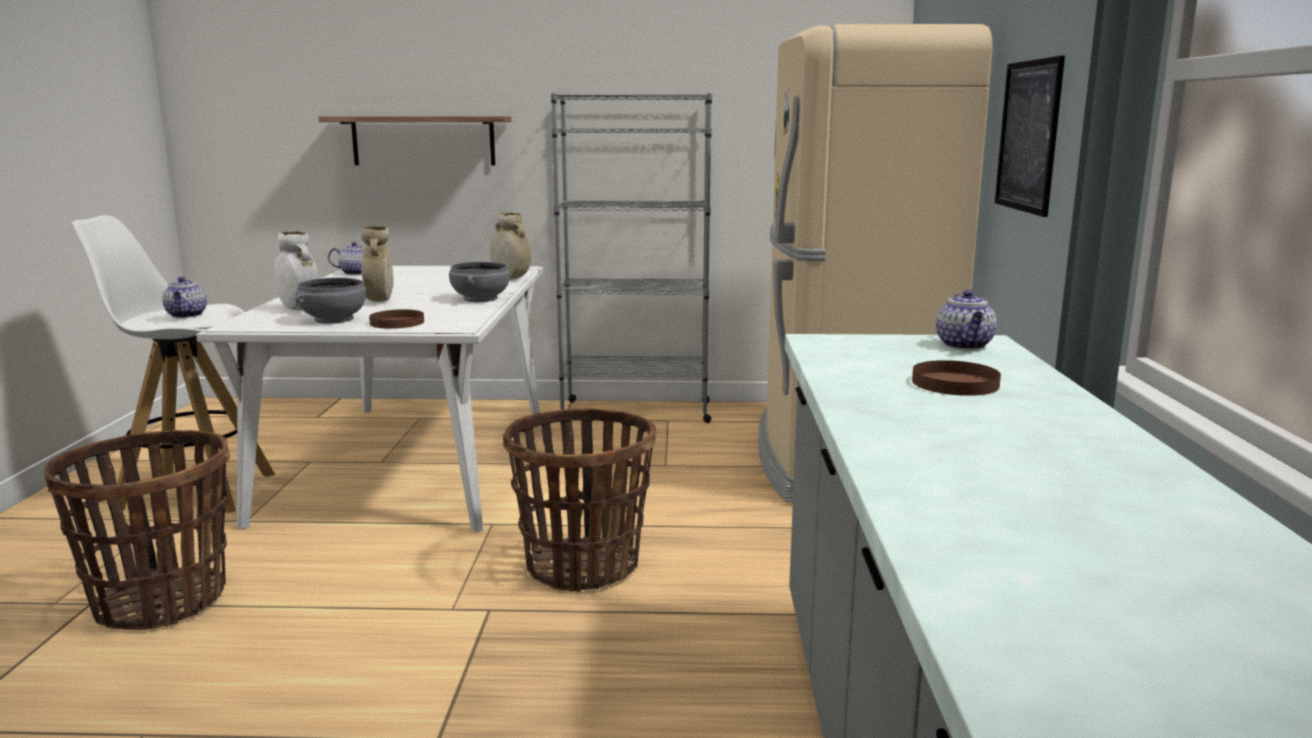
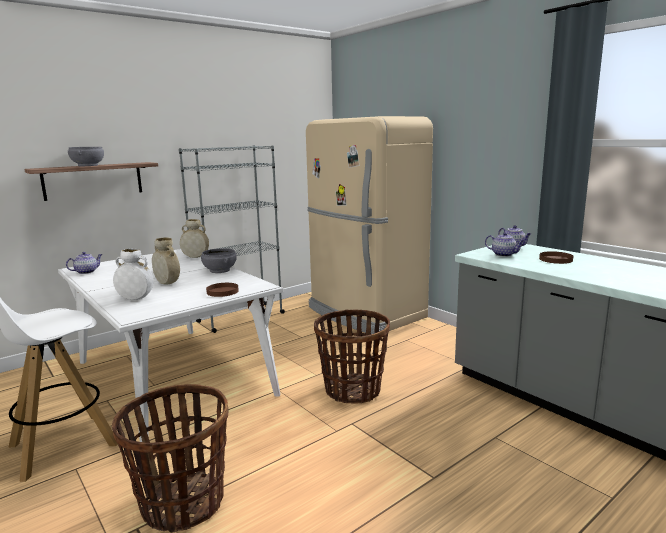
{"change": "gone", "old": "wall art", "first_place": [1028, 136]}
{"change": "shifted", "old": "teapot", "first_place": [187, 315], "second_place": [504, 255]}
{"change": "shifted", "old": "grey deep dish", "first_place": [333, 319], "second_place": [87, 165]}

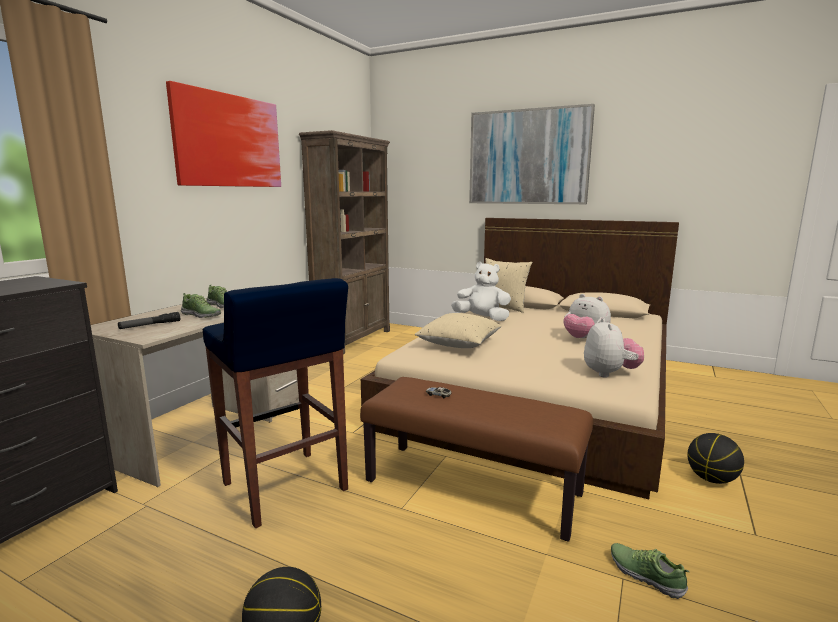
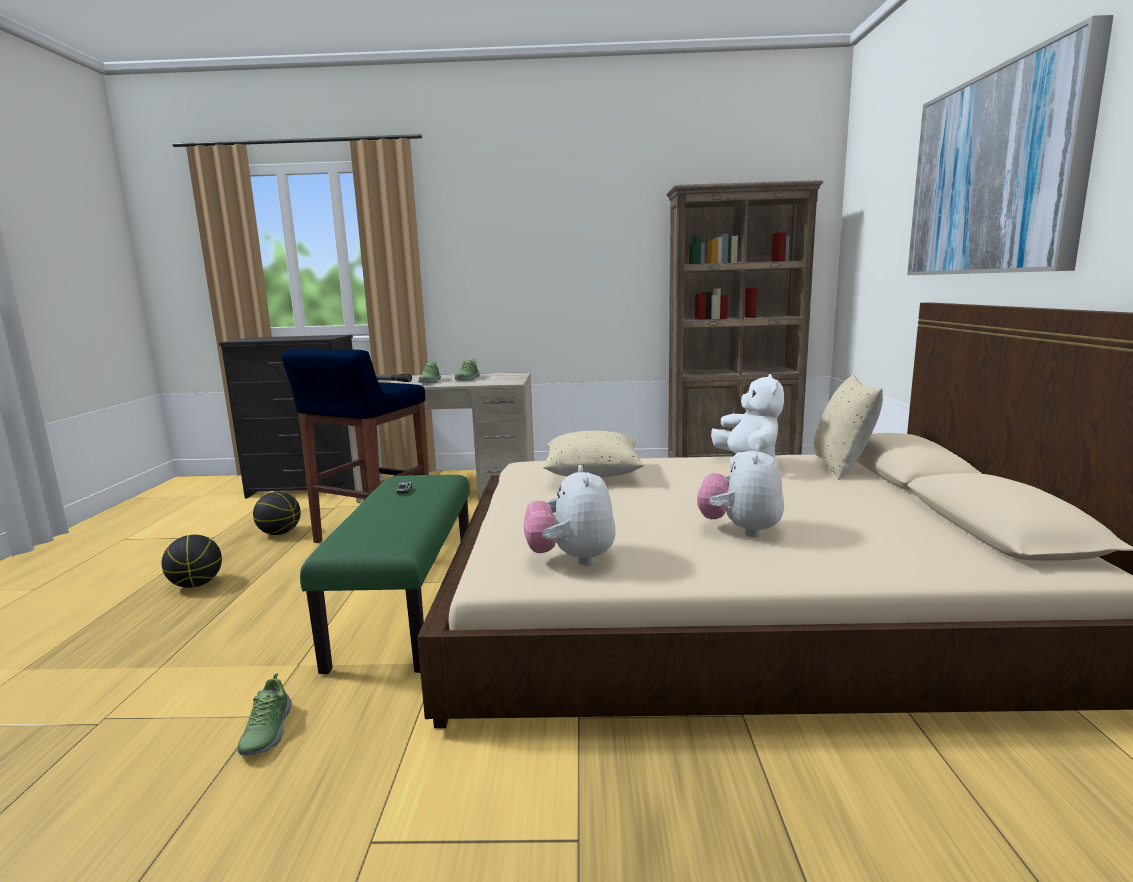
{"change": "gone", "old": "wall art", "first_place": [229, 141]}
{"change": "shifted", "old": "basketball ball", "first_place": [711, 479], "second_place": [280, 533]}
{"change": "repainted", "old": "brown bench", "new": "greenish bench", "first_place": [473, 487], "second_place": [409, 607]}
{"change": "rotated", "old": "soft toy", "first_place": [609, 374], "second_place": [572, 559], "degrees": 105}
{"change": "rotated", "old": "item of footwear", "first_place": [646, 575], "second_place": [266, 732], "degrees": 150}

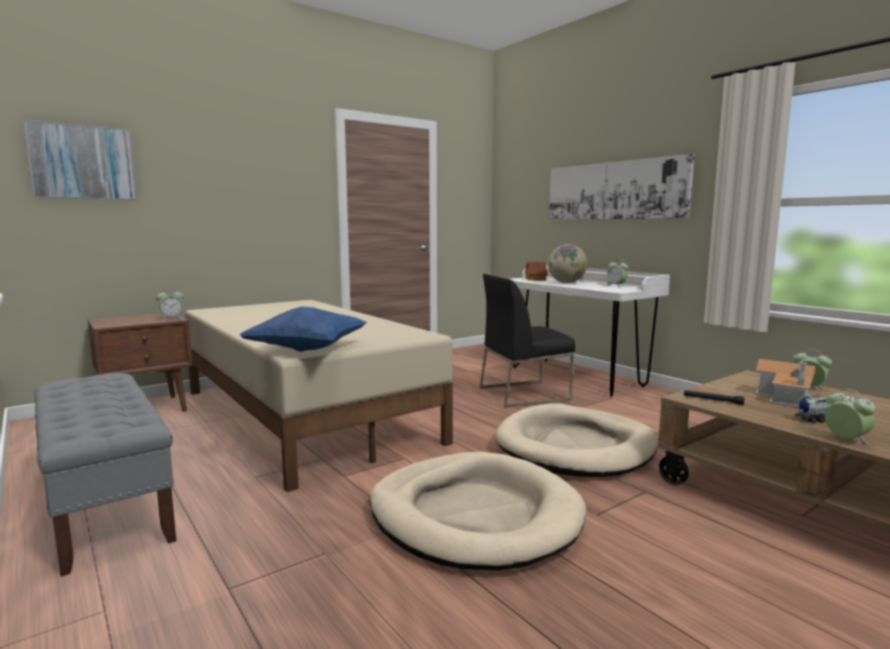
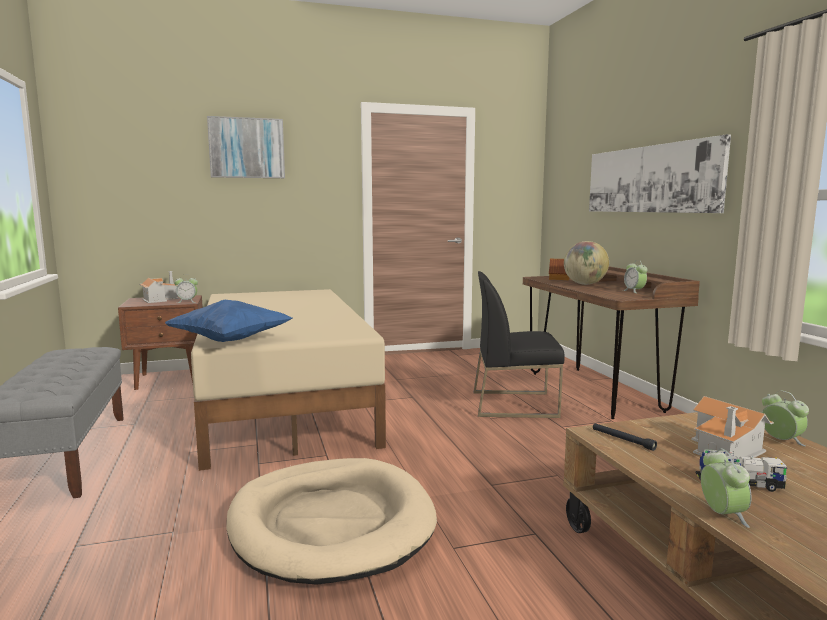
{"change": "gone", "old": "sand-coloured dog bed", "first_place": [575, 447]}
{"change": "new", "new": "toy house", "second_place": [159, 299]}
{"change": "shifted", "old": "wall art", "first_place": [82, 162], "second_place": [247, 148]}
{"change": "repainted", "old": "whitish desk table", "new": "brown desk table", "first_place": [575, 376], "second_place": [594, 391]}

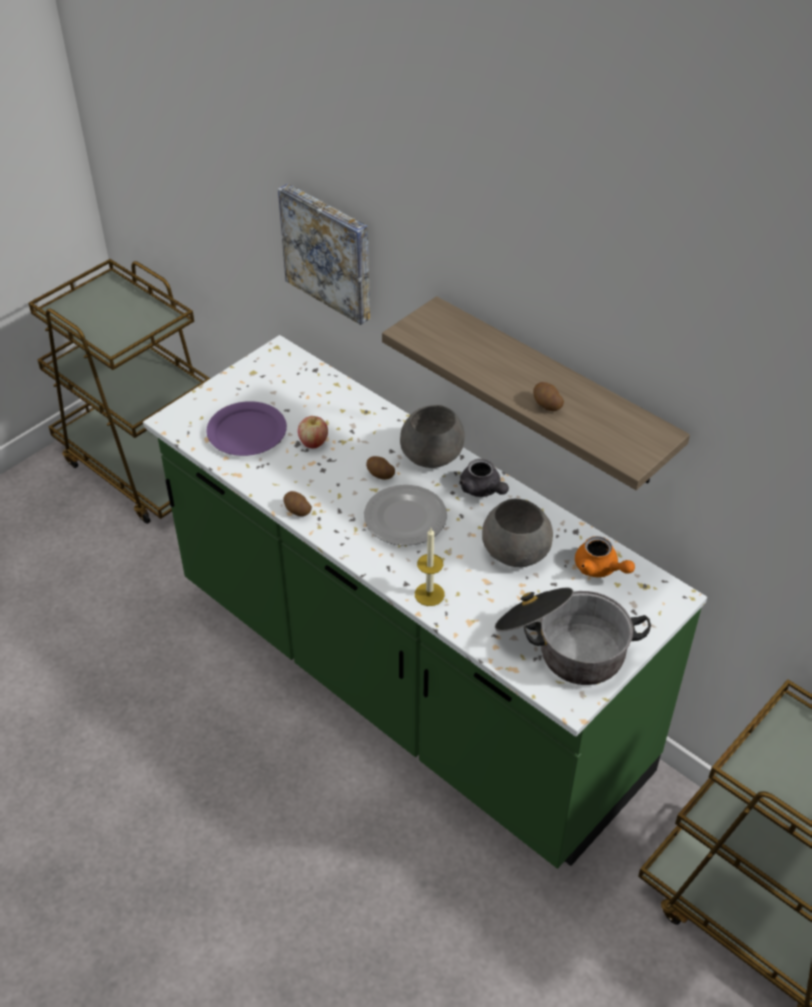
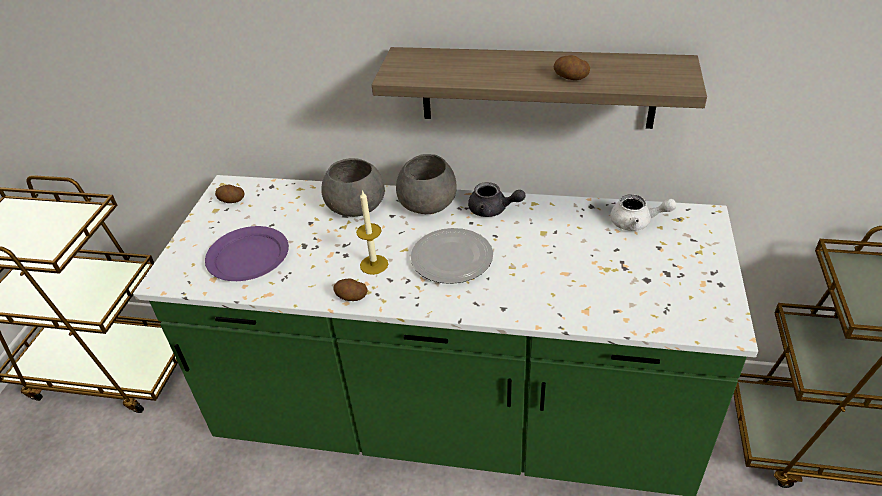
{"change": "gone", "old": "wall art", "first_place": [329, 251]}
{"change": "gone", "old": "apple fruit", "first_place": [313, 443]}
{"change": "gone", "old": "cooking pot", "first_place": [564, 645]}
{"change": "shifted", "old": "whole potato", "first_place": [379, 474], "second_place": [231, 201]}
{"change": "shifted", "old": "wax light", "first_place": [429, 594], "second_place": [374, 264]}
{"change": "shifted", "old": "grey deep dish", "first_place": [517, 551], "second_place": [357, 206]}
{"change": "repainted", "old": "orange teapot", "new": "whitish teapot", "first_place": [600, 569], "second_place": [636, 223]}

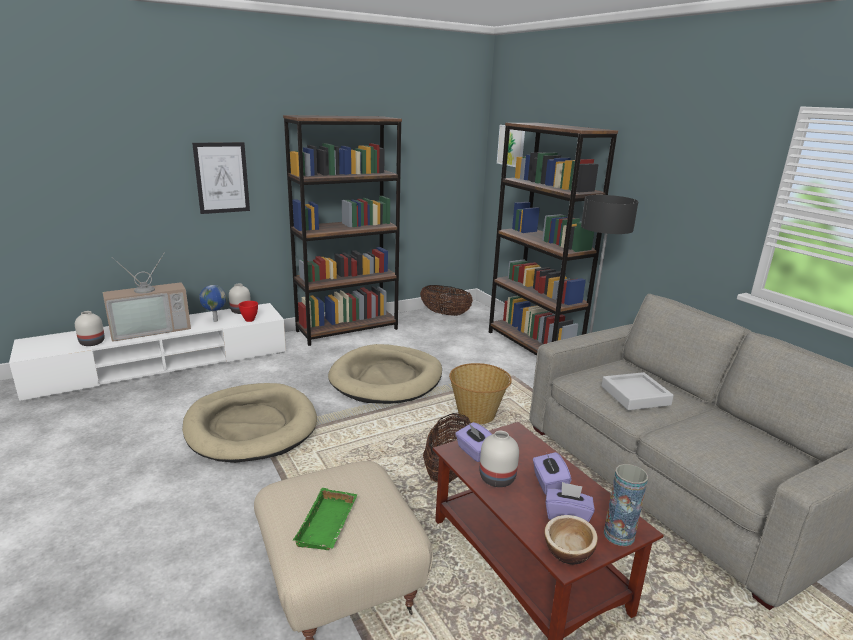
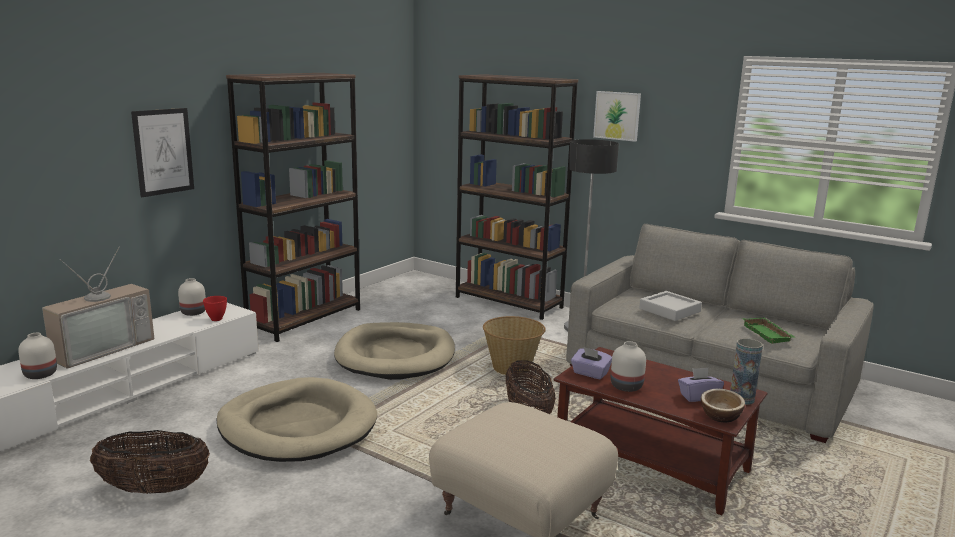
{"change": "gone", "old": "world globe", "first_place": [215, 321]}
{"change": "gone", "old": "purplish box of tissues", "first_place": [548, 484]}
{"change": "shifted", "old": "greenish serving tray", "first_place": [328, 525], "second_place": [768, 334]}
{"change": "shifted", "old": "household basket", "first_place": [445, 314], "second_place": [154, 489]}
{"change": "shifted", "old": "wall art", "first_place": [511, 146], "second_place": [617, 115]}

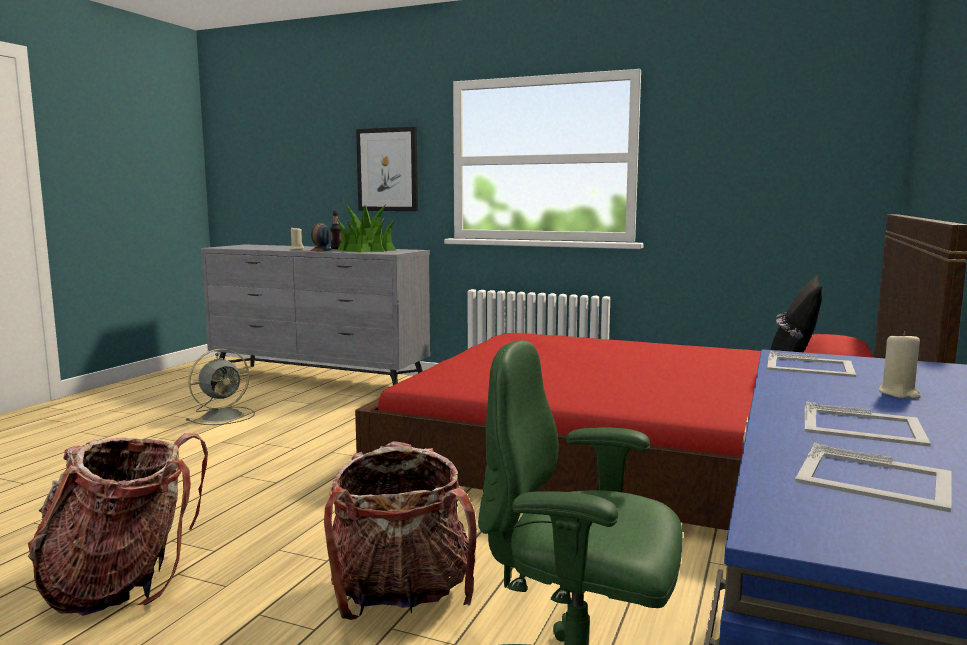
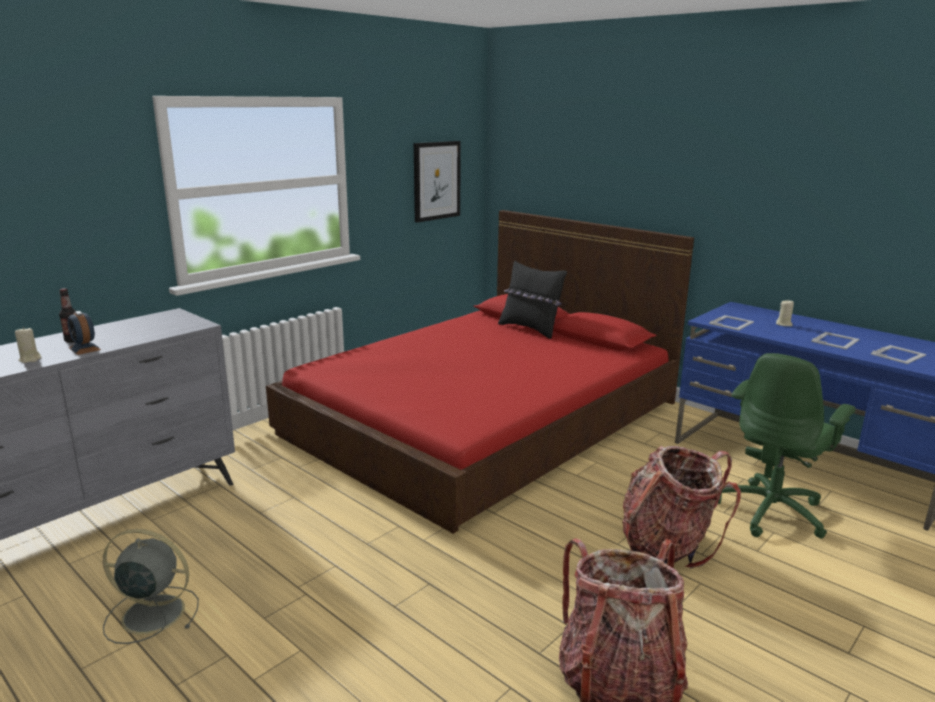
{"change": "gone", "old": "plant in a pot", "first_place": [367, 250]}
{"change": "shifted", "old": "wall art", "first_place": [387, 170], "second_place": [436, 180]}
{"change": "rotated", "old": "grey electric fan", "first_place": [224, 416], "second_place": [151, 614], "degrees": -60}

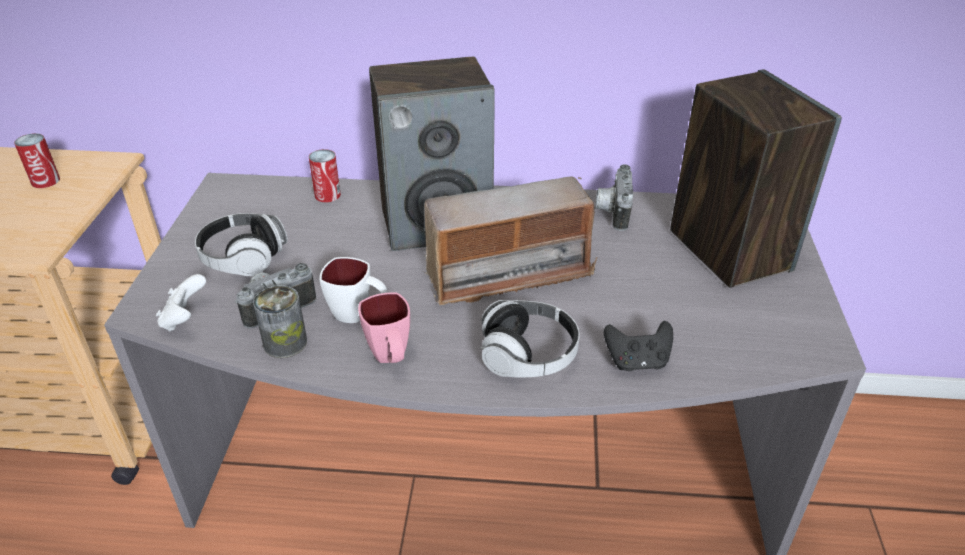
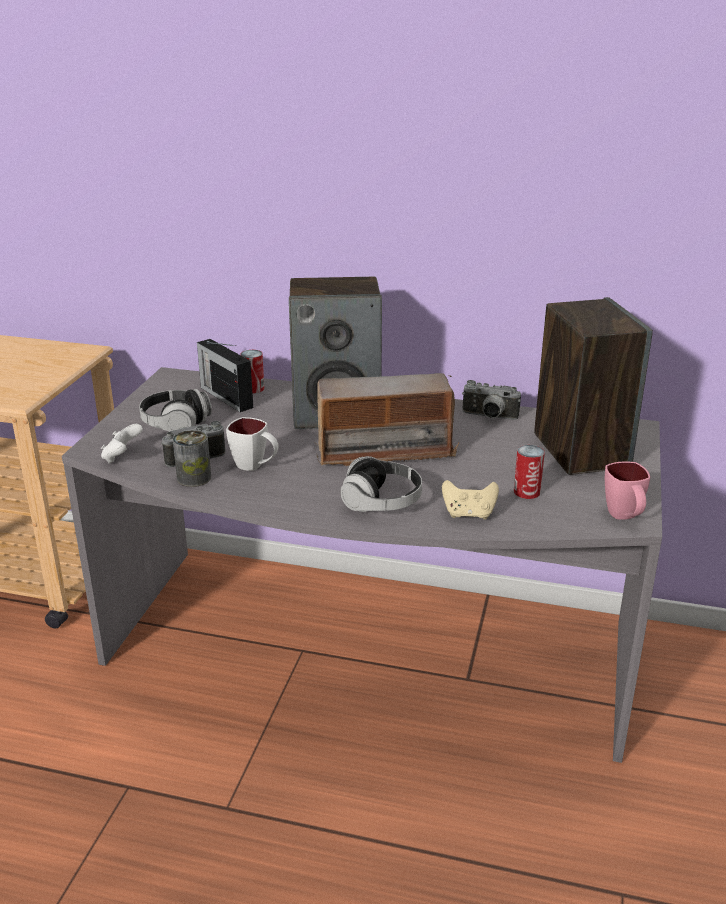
{"change": "new", "new": "radio", "second_place": [226, 397]}
{"change": "shifted", "old": "sealed can", "first_place": [45, 181], "second_place": [527, 492]}
{"change": "shifted", "old": "pink-coloured tea mug", "first_place": [391, 359], "second_place": [624, 517]}
{"change": "repainted", "old": "black-coloured joypad", "new": "sand-coloured joypad", "first_place": [637, 362], "second_place": [469, 514]}
{"change": "rotated", "old": "still camera", "first_place": [611, 212], "second_place": [489, 417], "degrees": -90}

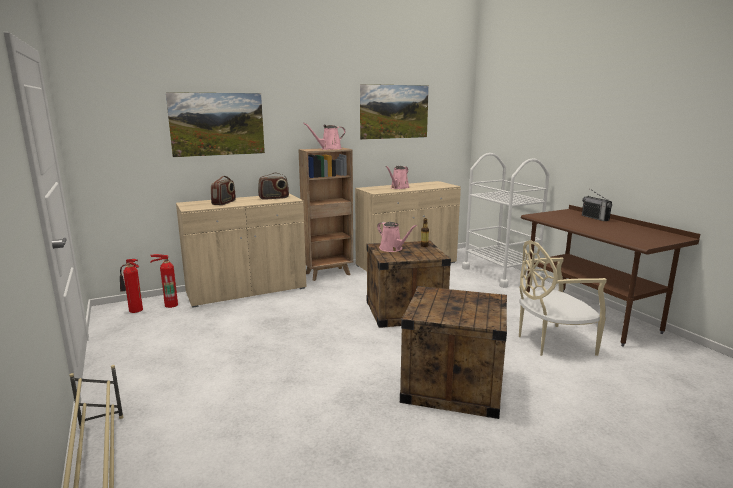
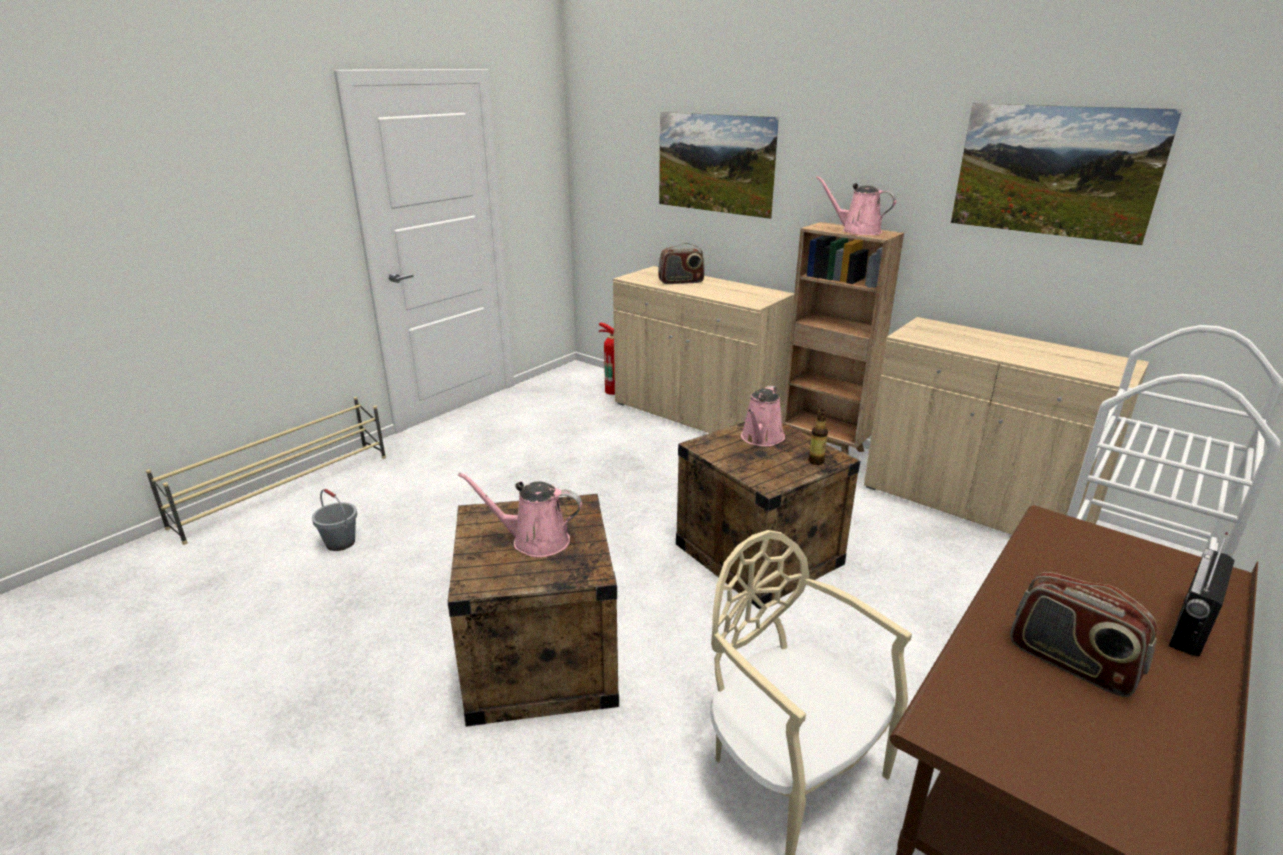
{"change": "gone", "old": "extinguisher", "first_place": [135, 311]}
{"change": "new", "new": "grey water bucket", "second_place": [340, 543]}
{"change": "shifted", "old": "radio", "first_place": [274, 198], "second_place": [1071, 663]}
{"change": "shifted", "old": "pink-coloured watering can", "first_place": [398, 187], "second_place": [535, 540]}

